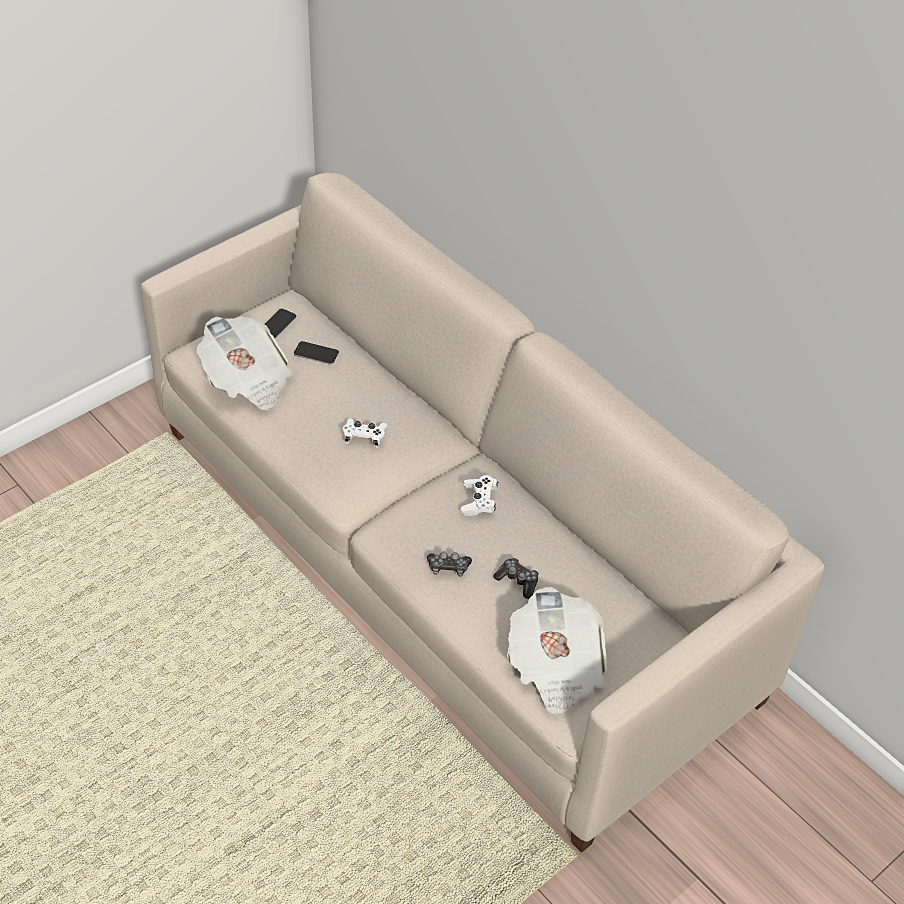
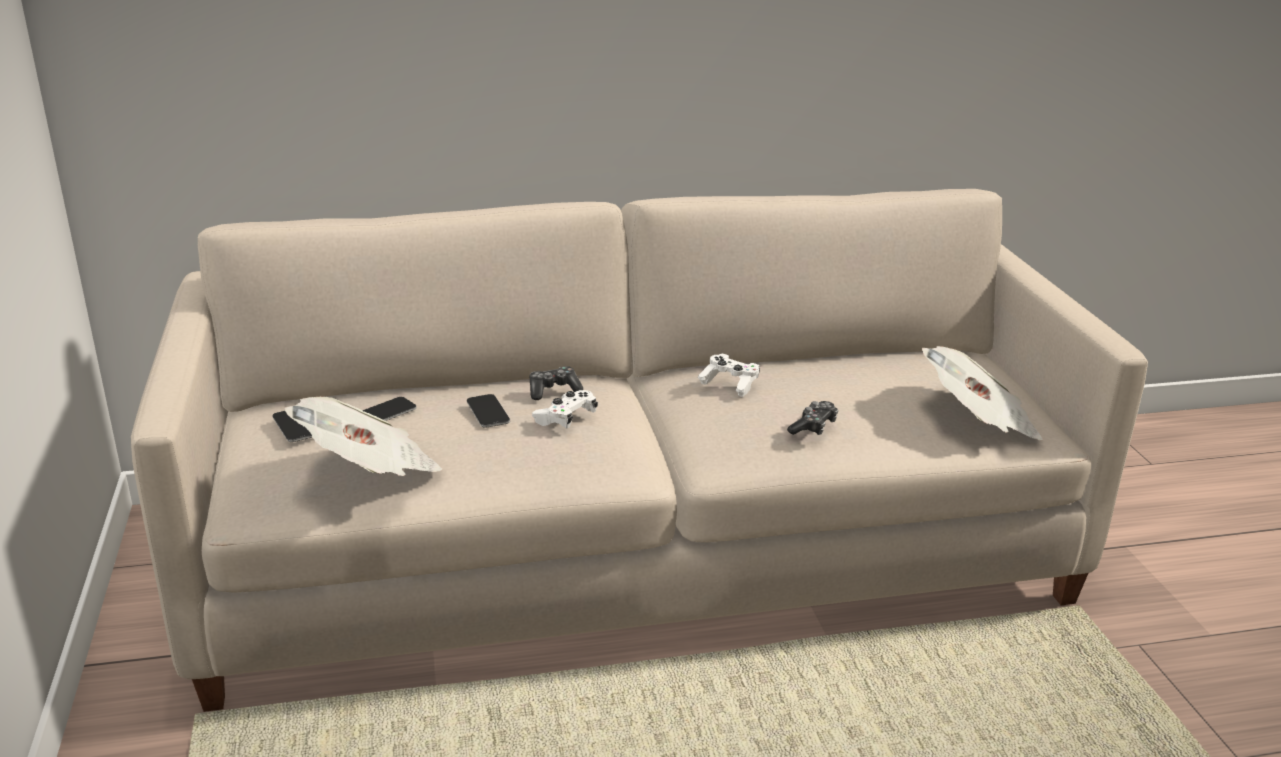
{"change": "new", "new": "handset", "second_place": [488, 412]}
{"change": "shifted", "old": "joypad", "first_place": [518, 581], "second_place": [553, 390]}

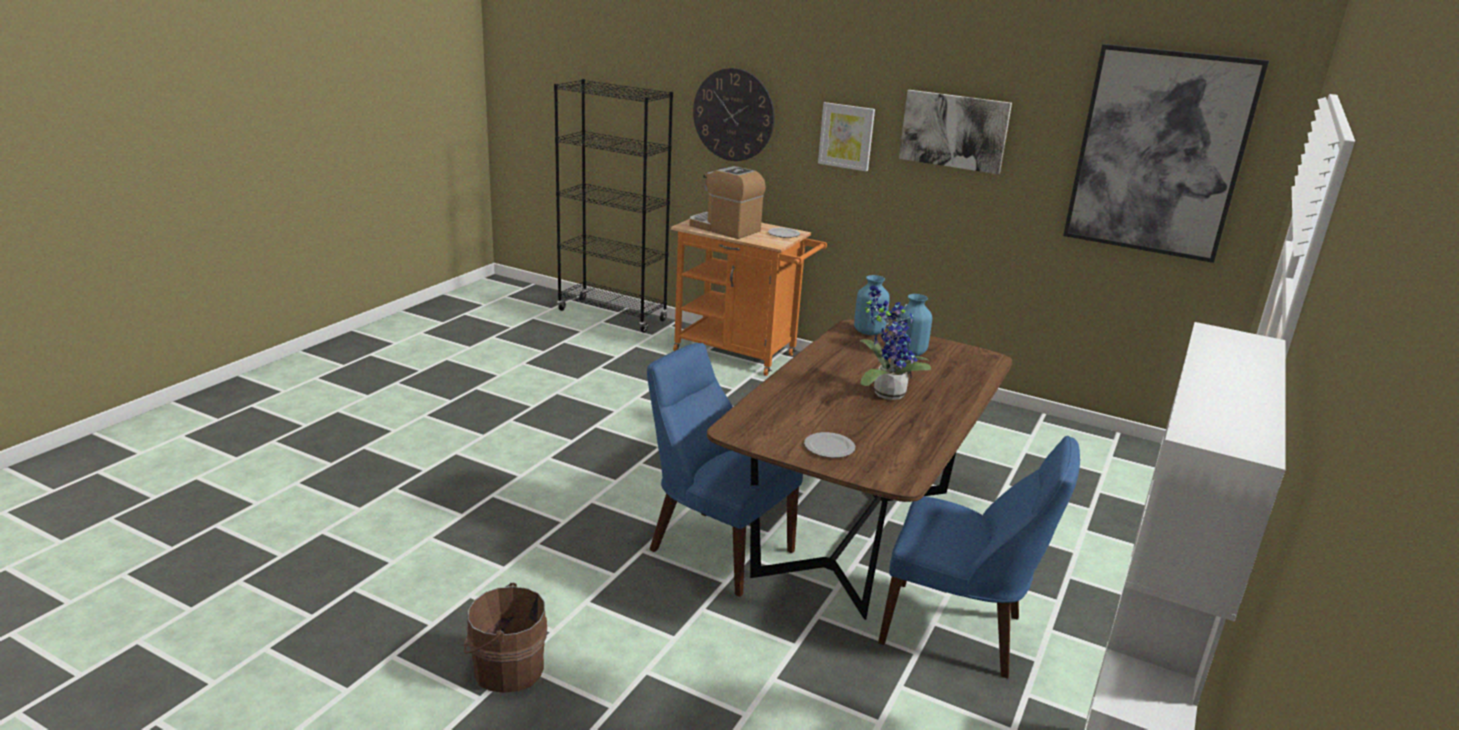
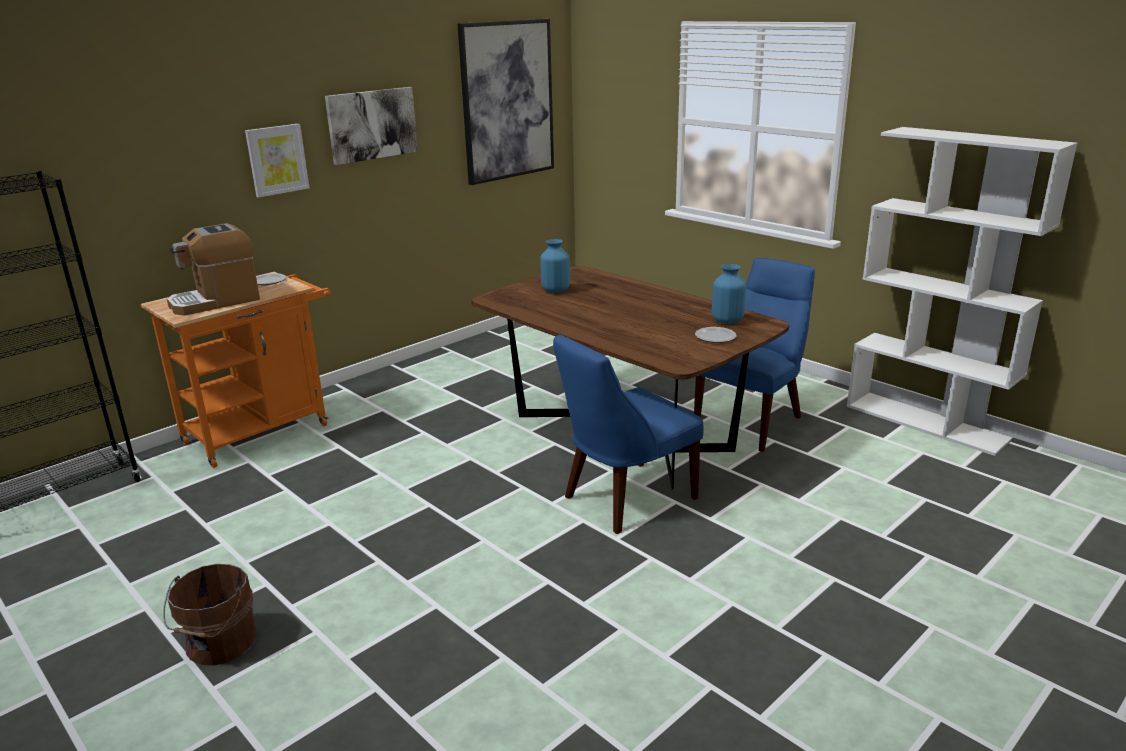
{"change": "gone", "old": "hanging clock", "first_place": [733, 115]}
{"change": "gone", "old": "plant in a pot", "first_place": [885, 393]}
{"change": "shifted", "old": "brown water bucket", "first_place": [506, 668], "second_place": [219, 644]}
{"change": "shifted", "old": "blue decorative vase", "first_place": [868, 332], "second_place": [727, 321]}

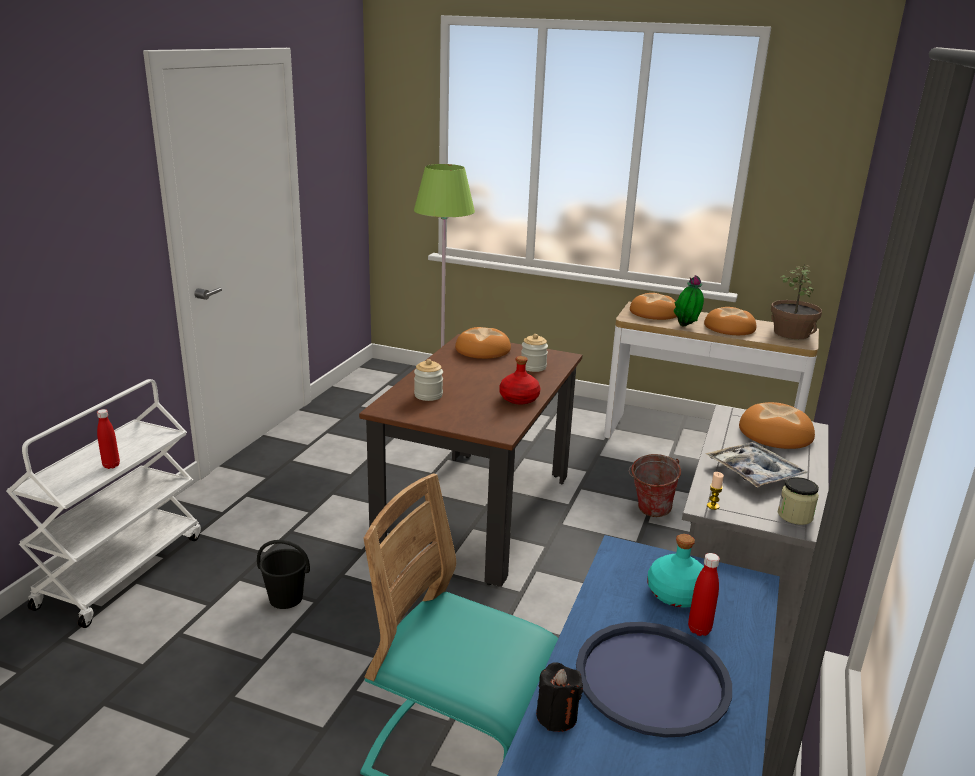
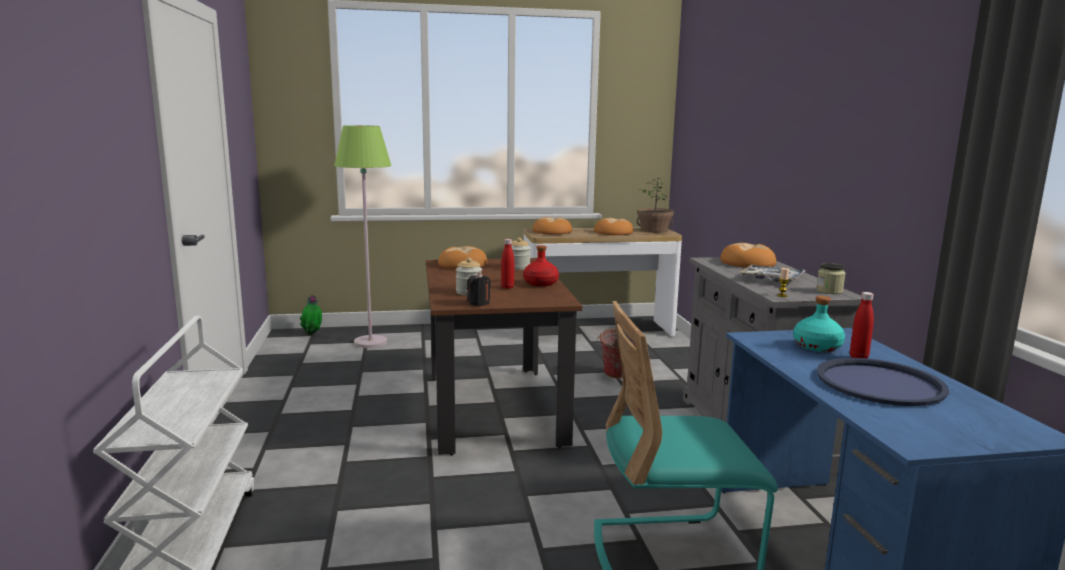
{"change": "gone", "old": "black-coloured water bucket", "first_place": [286, 598]}
{"change": "shifted", "old": "red-coloured drink bottle", "first_place": [111, 465], "second_place": [507, 287]}
{"change": "shifted", "old": "black-coloured wax light", "first_place": [556, 716], "second_place": [478, 303]}
{"change": "shifted", "old": "plant in a pot", "first_place": [686, 326], "second_place": [312, 334]}

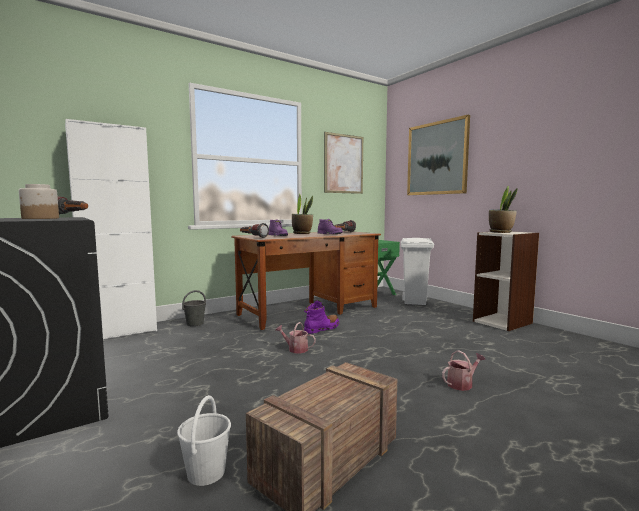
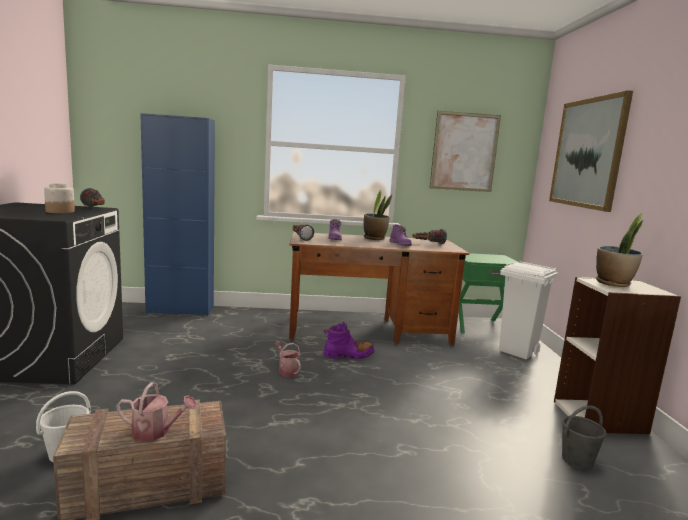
{"change": "shifted", "old": "grey water bucket", "first_place": [195, 323], "second_place": [577, 460]}
{"change": "shifted", "old": "watering can", "first_place": [462, 384], "second_place": [156, 432]}
{"change": "repainted", "old": "whitish cabinet", "new": "blue cabinet", "first_place": [120, 333], "second_place": [180, 310]}

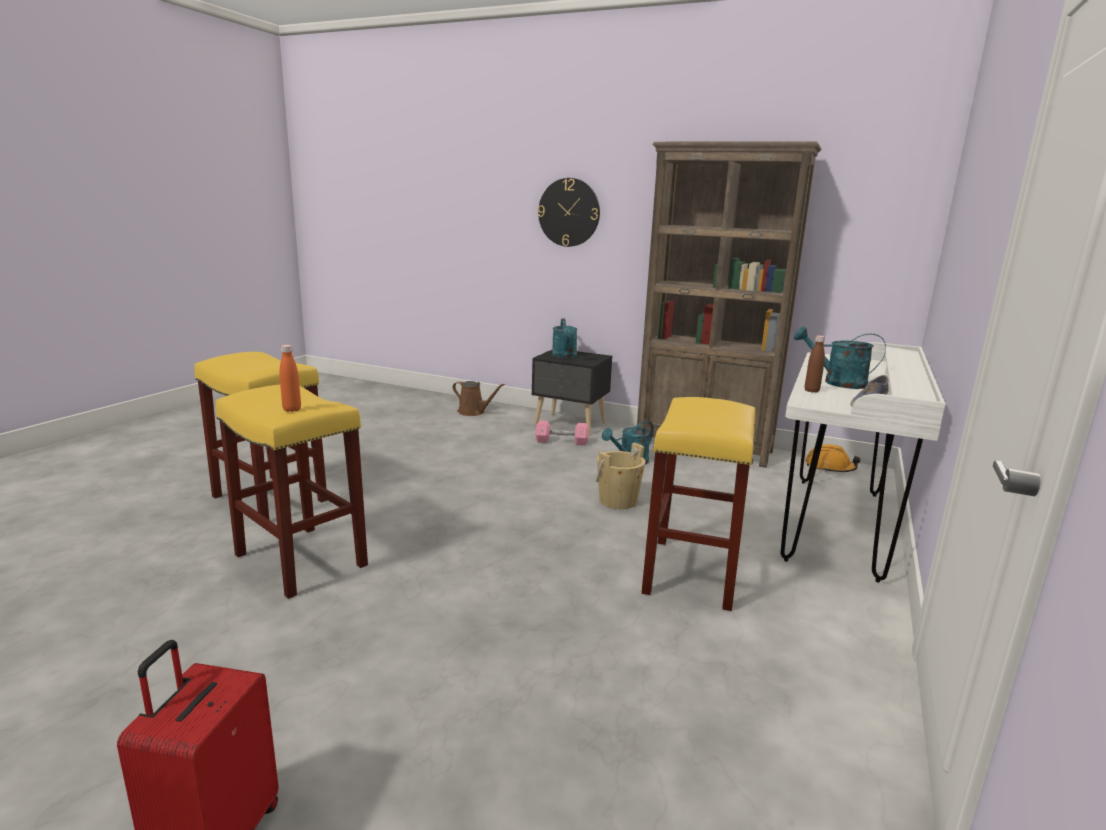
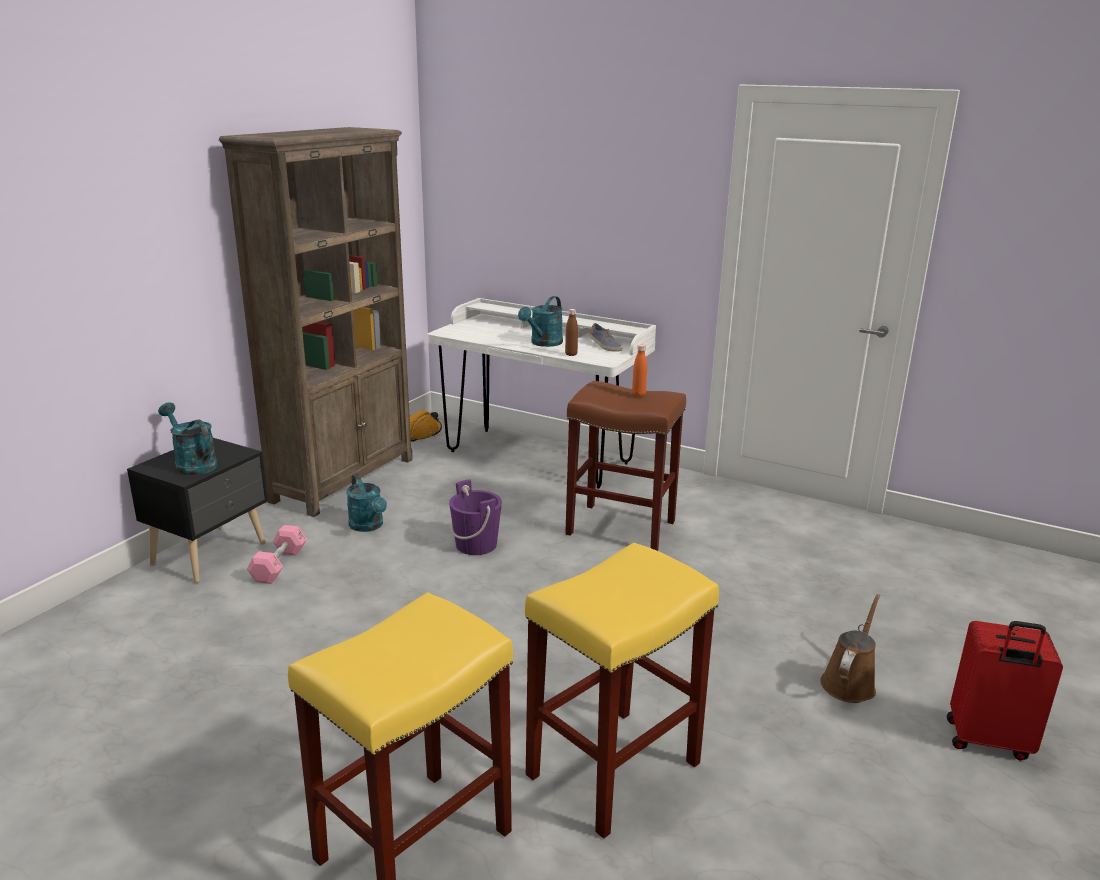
{"change": "gone", "old": "hanging clock", "first_place": [569, 212]}
{"change": "shifted", "old": "orange drink bottle", "first_place": [292, 409], "second_place": [638, 394]}
{"change": "shifted", "old": "brown watering can", "first_place": [473, 412], "second_place": [849, 682]}
{"change": "repainted", "old": "sand-coloured water bucket", "new": "purplish water bucket", "first_place": [618, 501], "second_place": [476, 545]}
{"change": "repainted", "old": "yellow-coloured stool", "new": "brown stool", "first_place": [692, 574], "second_place": [622, 528]}
{"change": "rotated", "old": "turquoise watering can", "first_place": [565, 356], "second_place": [192, 464], "degrees": -135}

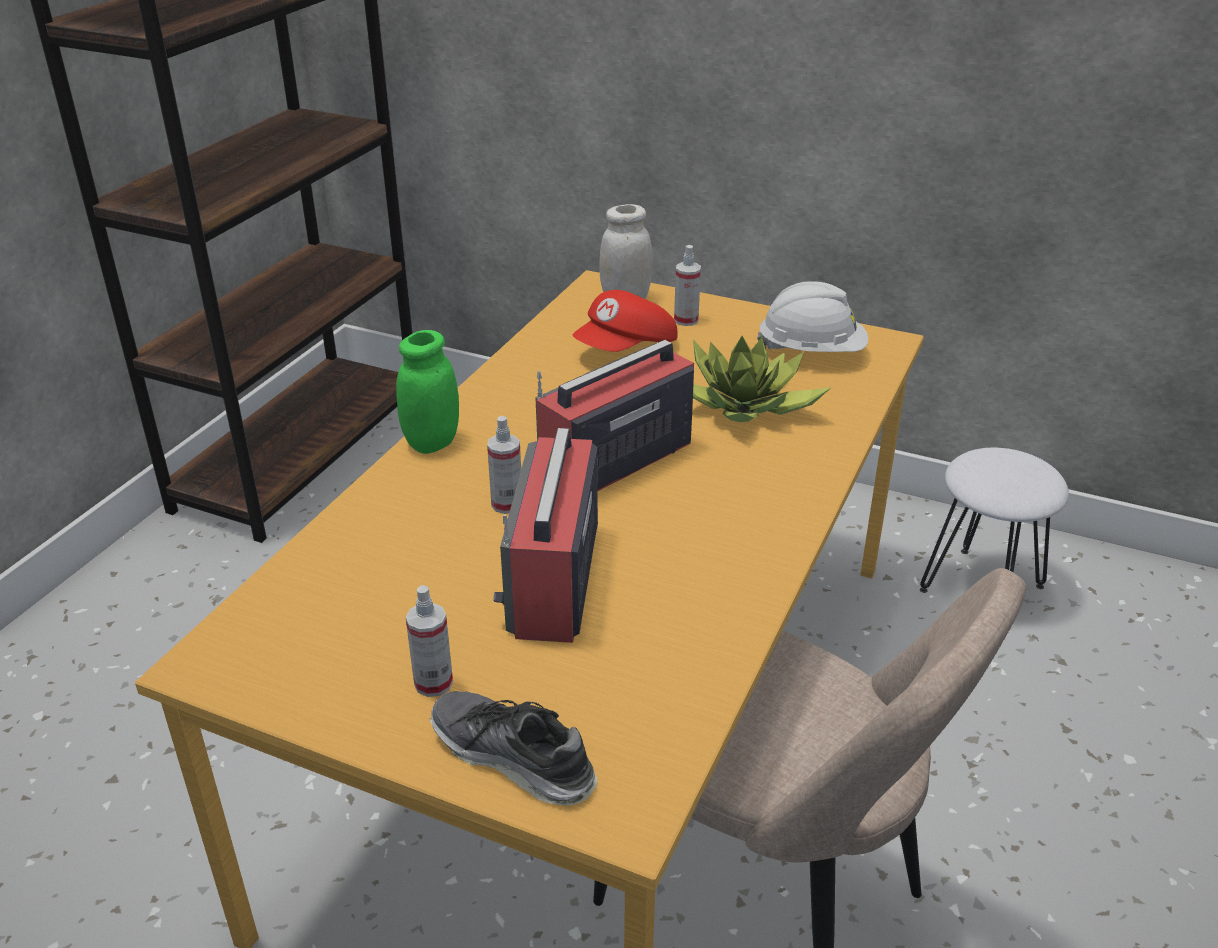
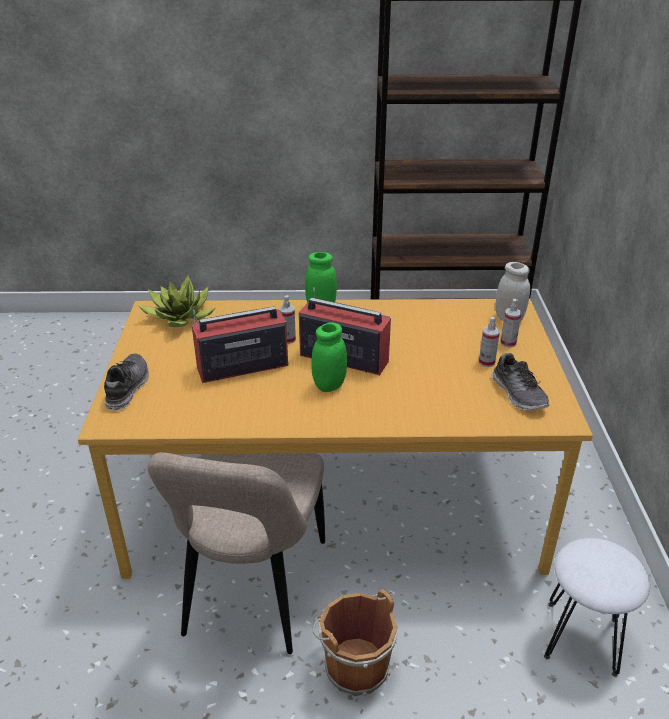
{"change": "gone", "old": "red-coloured baseball cap", "first_place": [627, 349]}
{"change": "new", "new": "greenish storage jar", "second_place": [329, 385]}
{"change": "new", "new": "brown water bucket", "second_place": [354, 665]}
{"change": "shifted", "old": "sprayer", "first_place": [433, 683], "second_place": [486, 362]}
{"change": "shifted", "old": "plant in a pot", "first_place": [747, 406], "second_place": [180, 317]}
{"change": "swapped", "old": "whitish safety helmet", "new": "item of footwear", "first_place": [811, 352], "second_place": [518, 394]}

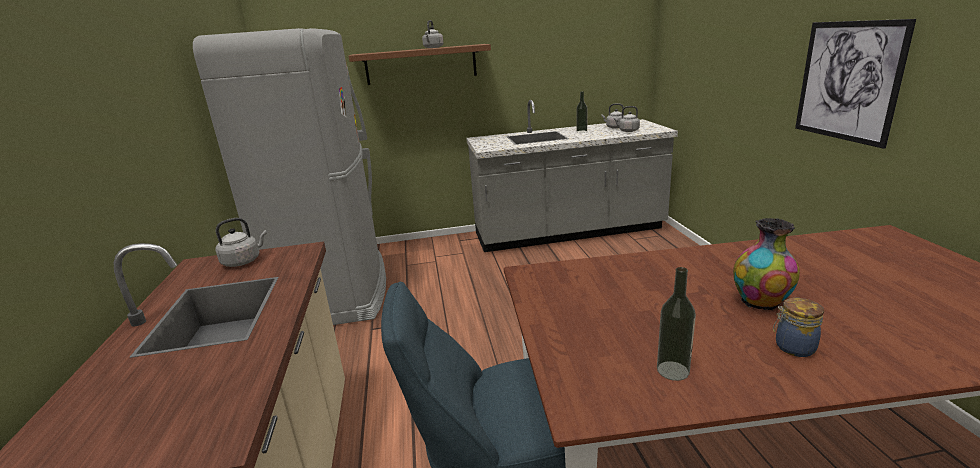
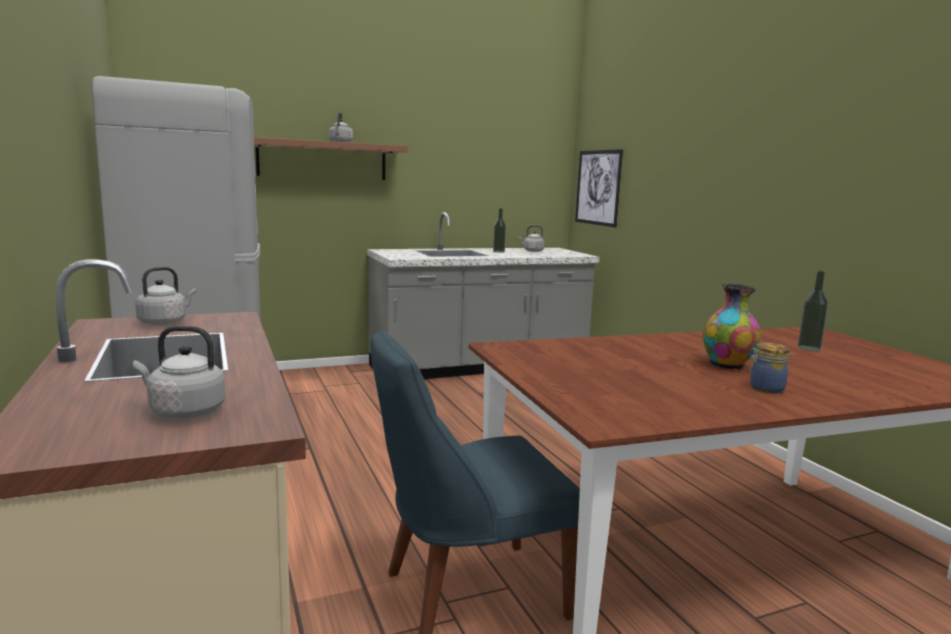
{"change": "shifted", "old": "grey water kettle", "first_place": [627, 131], "second_place": [183, 411]}
{"change": "shifted", "old": "drink bottle", "first_place": [673, 370], "second_place": [809, 348]}
{"change": "shifted", "old": "wall art", "first_place": [848, 81], "second_place": [598, 187]}

